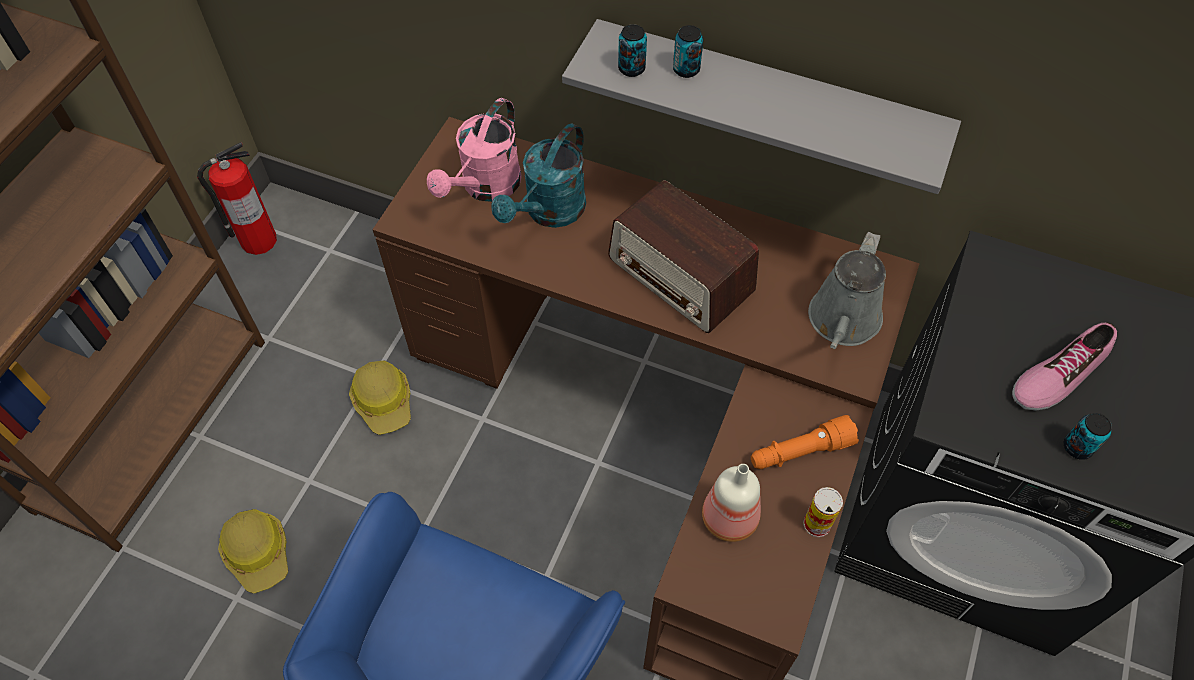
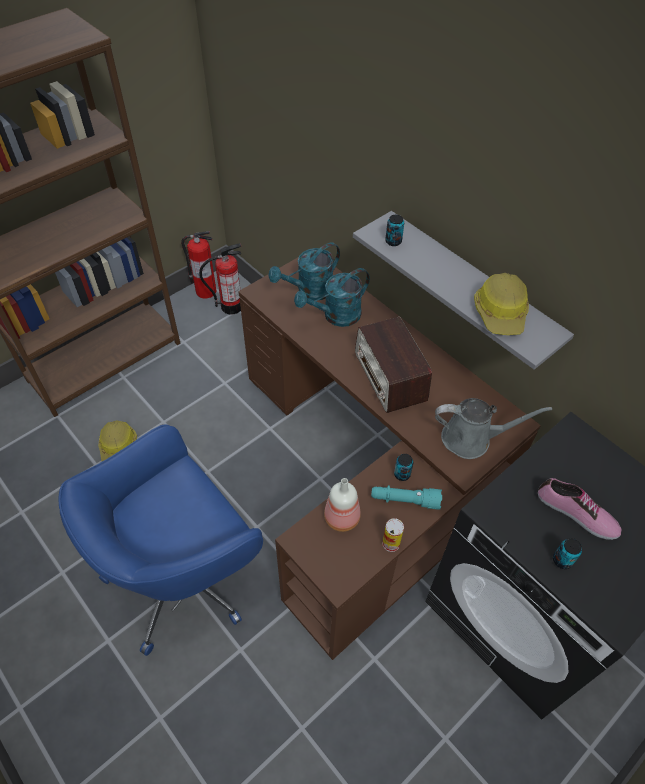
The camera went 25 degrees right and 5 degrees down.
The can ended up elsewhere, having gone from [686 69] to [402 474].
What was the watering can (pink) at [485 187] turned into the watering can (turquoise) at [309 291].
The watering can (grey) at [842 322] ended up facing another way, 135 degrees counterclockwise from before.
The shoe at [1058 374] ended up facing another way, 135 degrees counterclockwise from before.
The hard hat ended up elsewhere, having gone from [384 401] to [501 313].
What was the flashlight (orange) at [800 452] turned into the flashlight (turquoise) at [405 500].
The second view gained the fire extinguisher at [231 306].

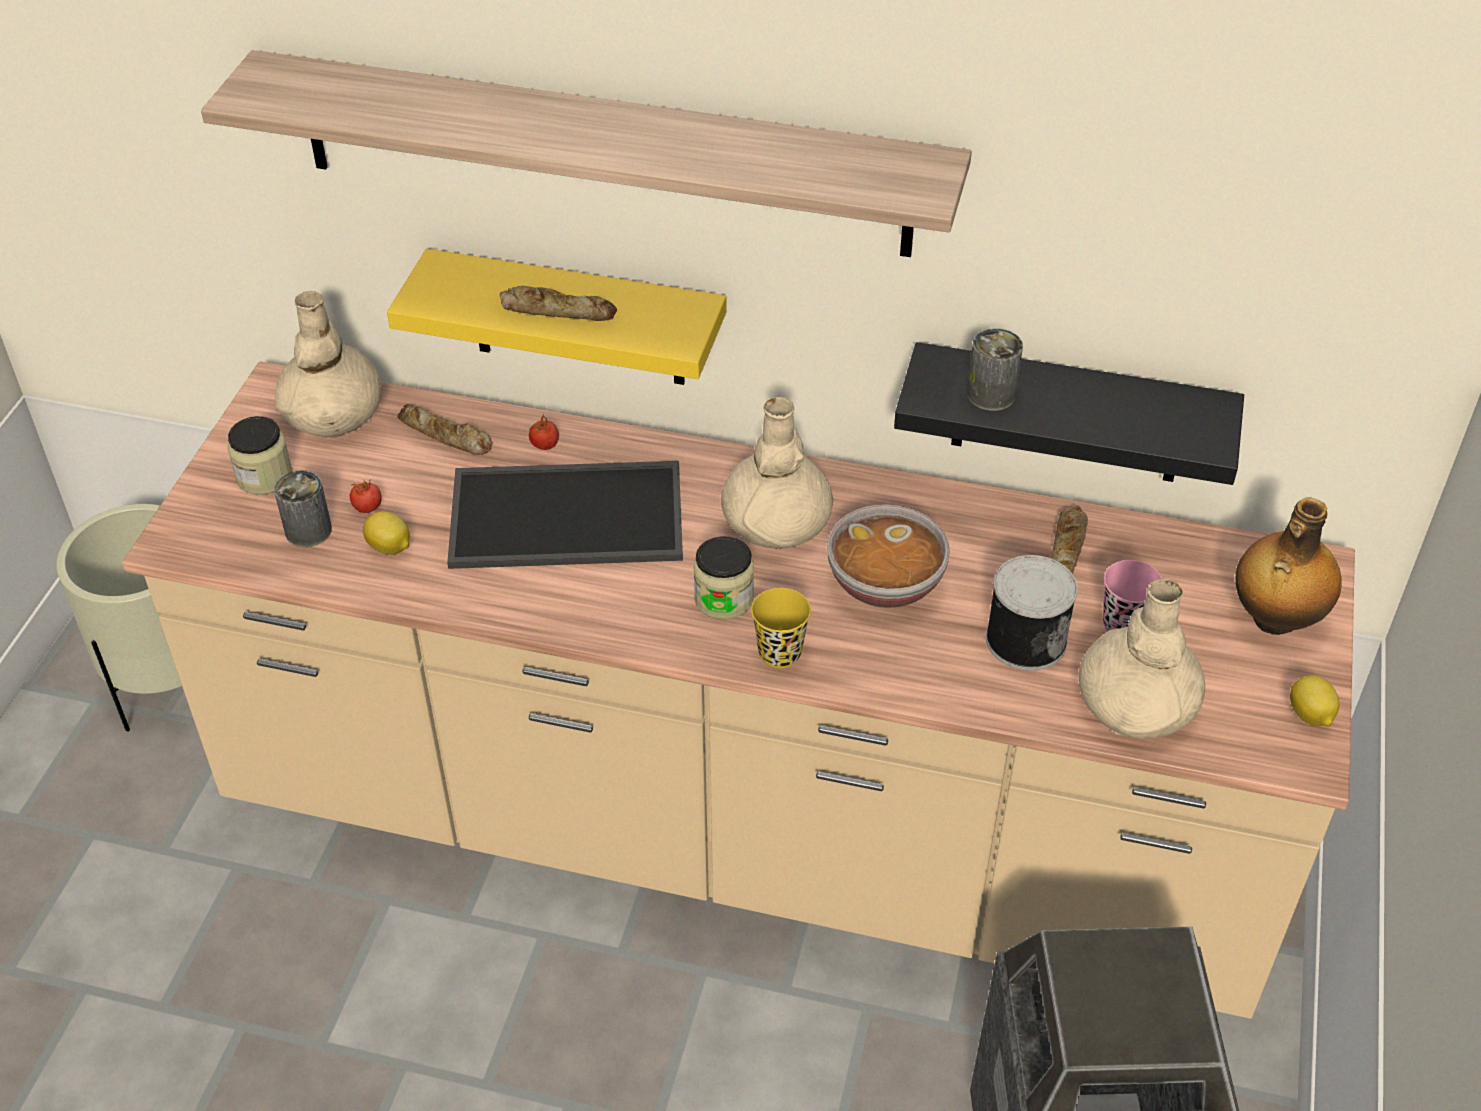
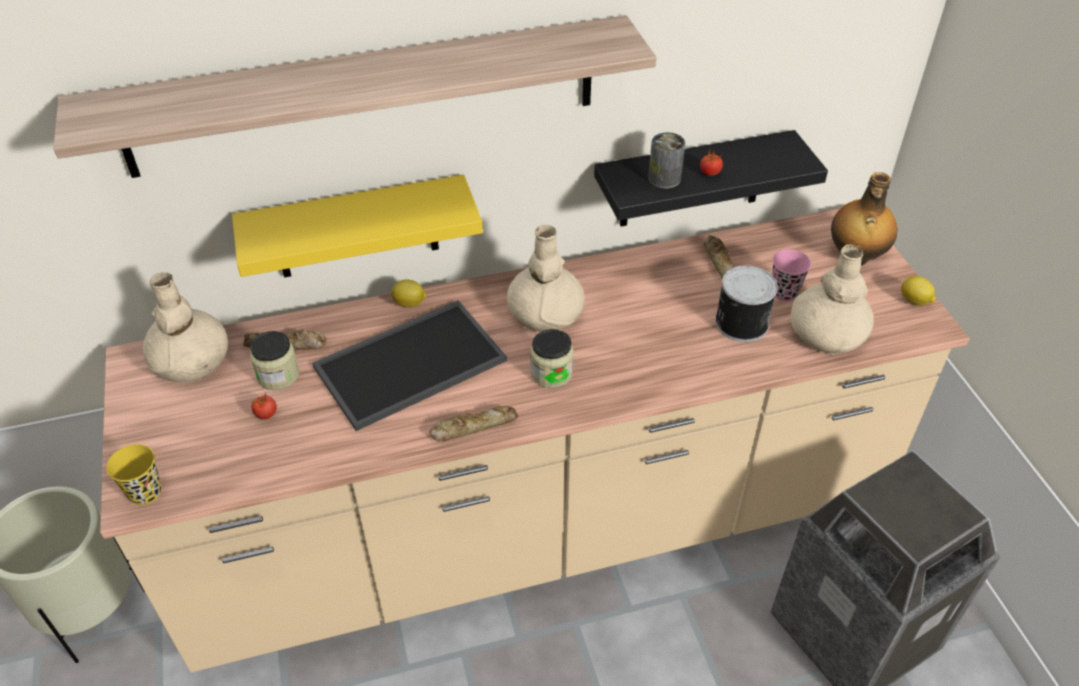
The camera went 30 degrees left and 0 degrees up.
The bread ended up elsewhere, having gone from [558 311] to [473 426].
The tomato ended up elsewhere, having gone from [544 445] to [709 173].
The jar ended up elsewhere, having gone from [265 476] to [278 375].
The second view lost the can at [308 530].
The second view lost the bowl at [885 584].
The lemon ended up elsewhere, having gone from [390 548] to [410 304].
The cup (yellow) ended up elsewhere, having gone from [780 653] to [145 492].

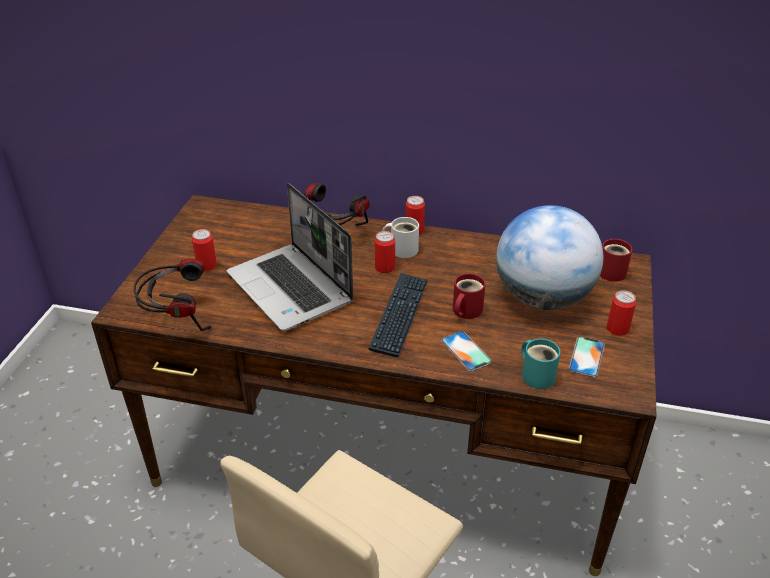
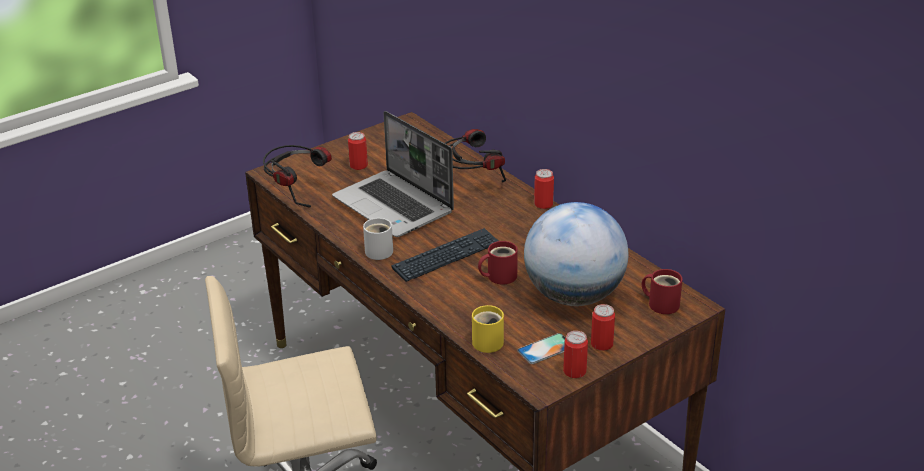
The camera went 40 degrees right and 5 degrees down.
The laptop at [292 289] ended up facing another way, 45 degrees counterclockwise from before.
The mug (white) ended up elsewhere, having gone from [402 249] to [378 250].
The can ended up elsewhere, having gone from [385 267] to [574 371].
The second view lost the phone at [466 351].
What was the mug (turquoise) at [537 374] turned into the mug (yellow) at [489 341].

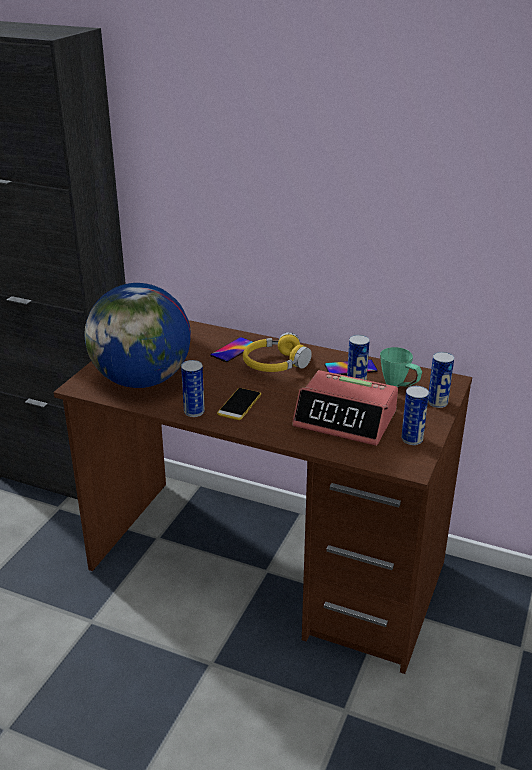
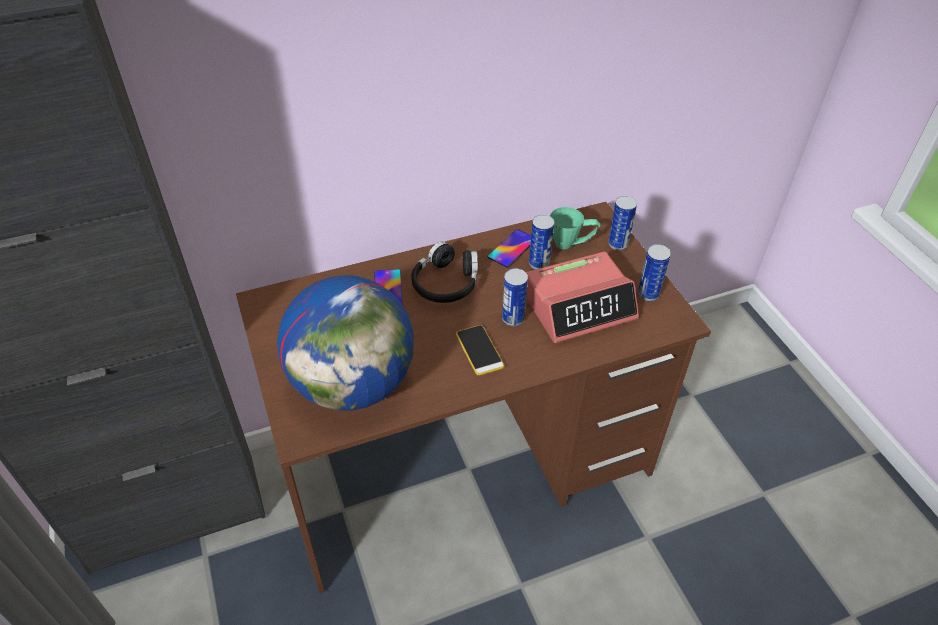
The camera went 45 degrees left and 15 degrees up.
What was the headphones (yellow) at [275 364] turned into the headphones (black) at [446 283].
The can ended up elsewhere, having gone from [194 412] to [513 318].

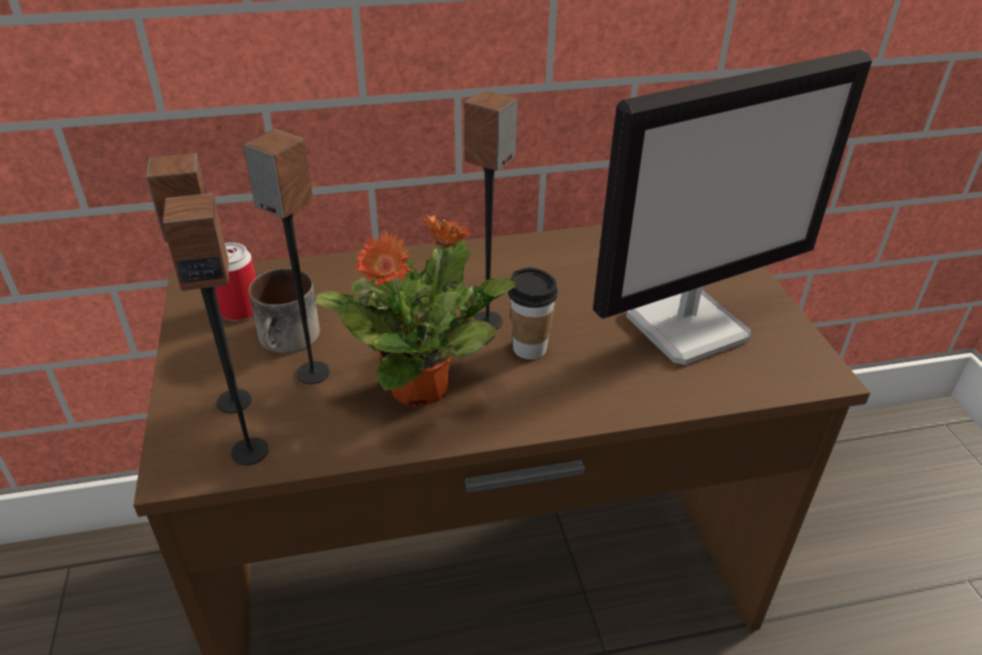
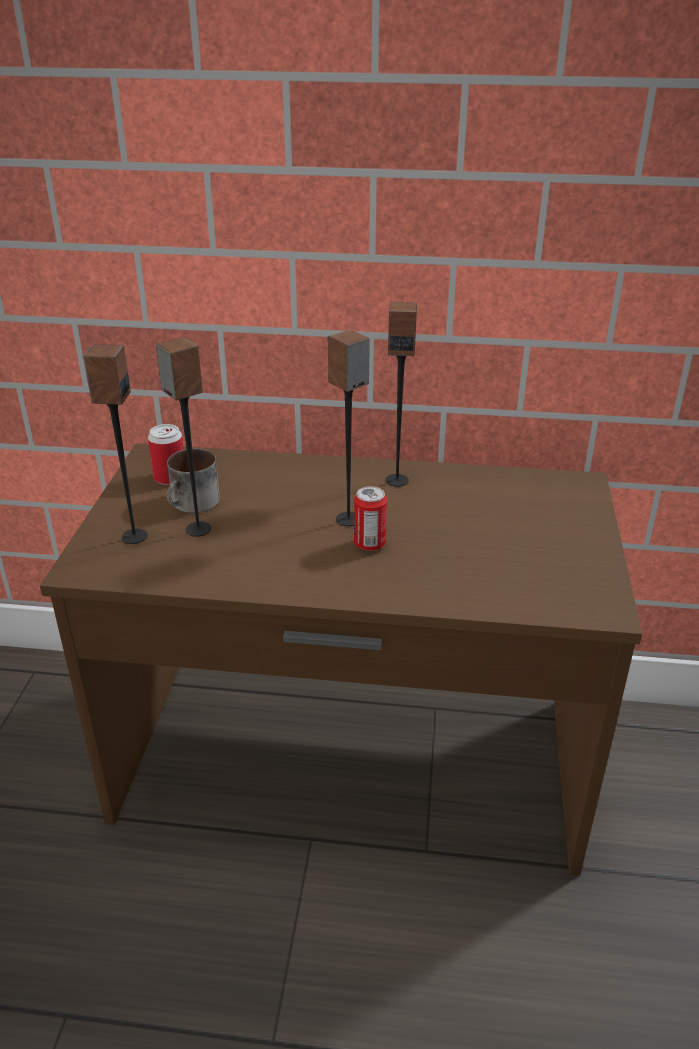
The camera went 20 degrees right and 5 degrees down.
The second view lost the monitor at [688 325].
The speaker ended up elsewhere, having gone from [250 451] to [397 480].
The second view lost the potted plant at [422 387].
Where the cup stood at [529 348], the can came to stand at [369 544].

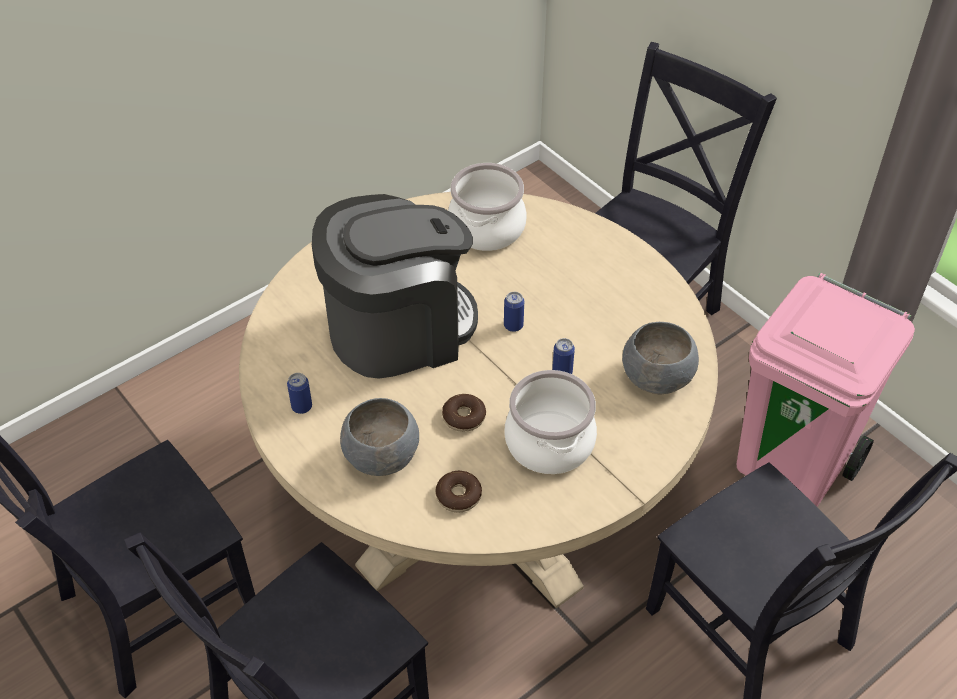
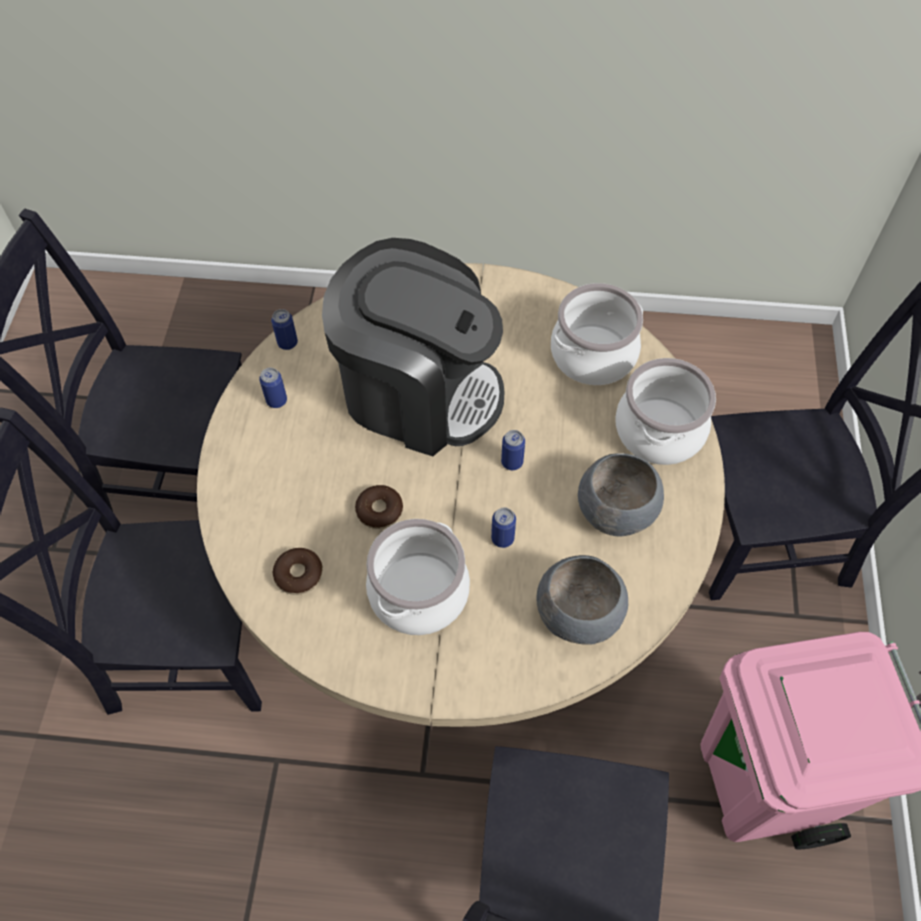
The camera went 45 degrees right and 10 degrees up.
The bowl (grey) ended up elsewhere, having gone from [382 455] to [618 510].
The second view gained the can at [287 343].
The second view gained the cooking pot at [660 431].

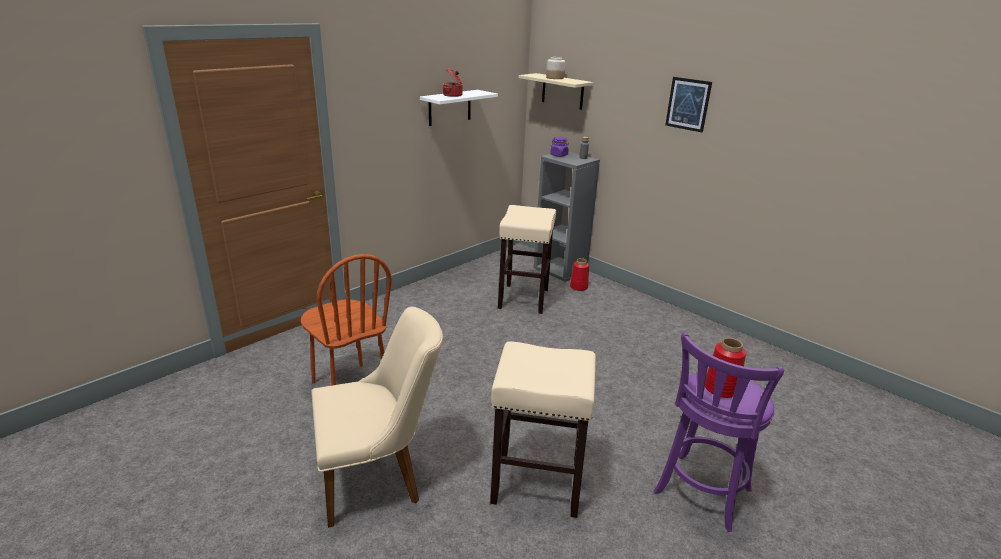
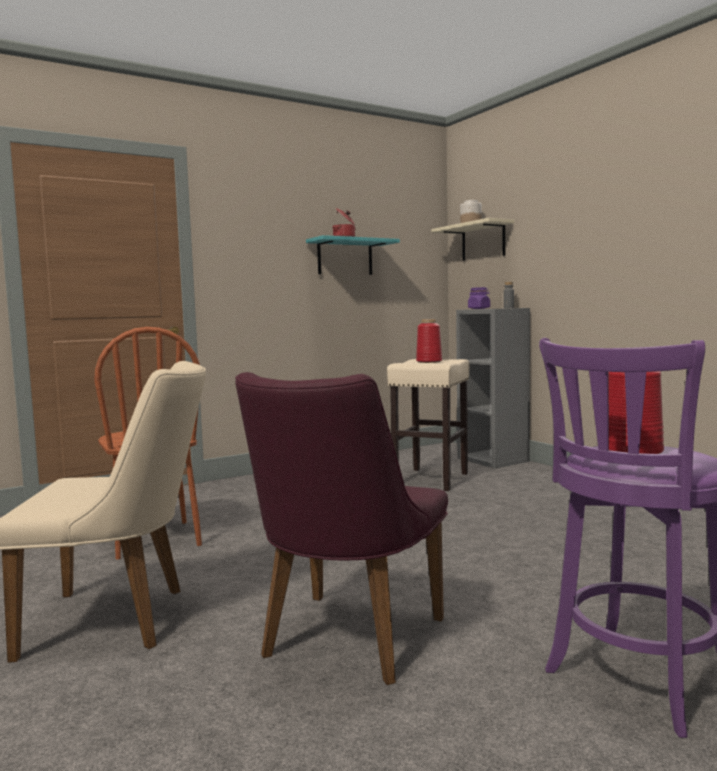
The camera went 15 degrees right and 20 degrees down.
The second view lost the picture at [688 104].
What was the shelf (white) at [449 107] turned into the shelf (turquoise) at [345 257].
The vase (red) ended up elsewhere, having gone from [578 287] to [428 362].
Where the stool (beige) stood at [535 484], the chair (purple) came to stand at [344 644].

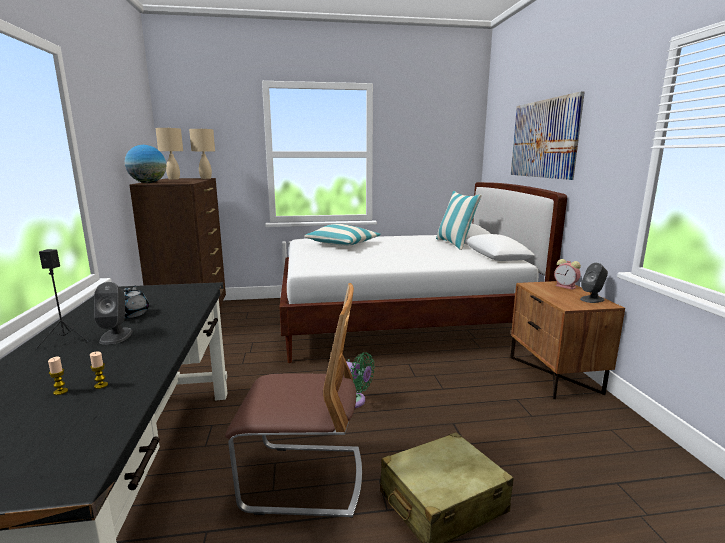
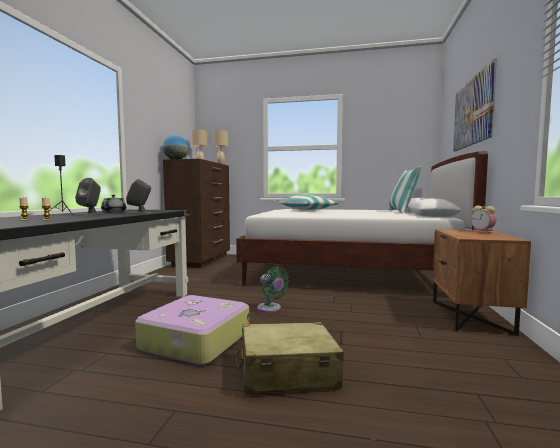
The camera went 20 degrees right and 10 degrees down.
The speaker (grey) ended up elsewhere, having gone from [592 299] to [139 213].
Where the chair stood at [304 479], the suitcase came to stand at [194 340].

